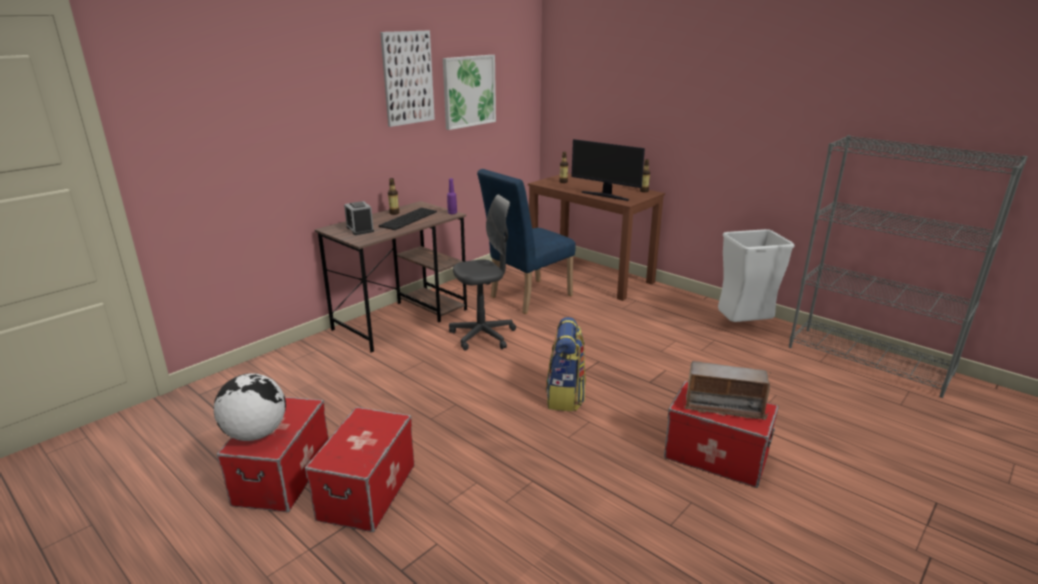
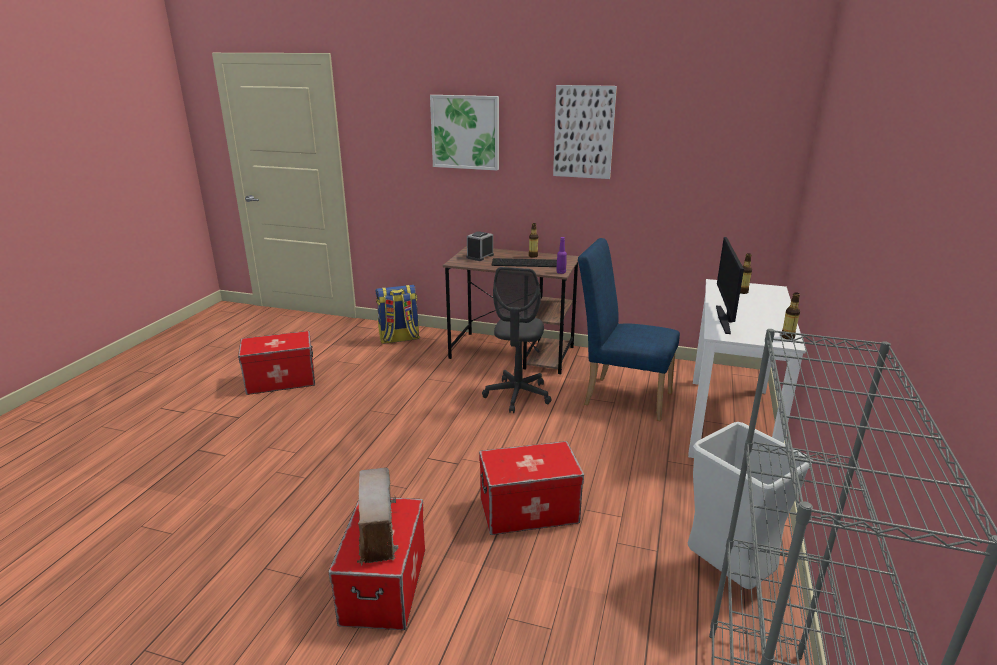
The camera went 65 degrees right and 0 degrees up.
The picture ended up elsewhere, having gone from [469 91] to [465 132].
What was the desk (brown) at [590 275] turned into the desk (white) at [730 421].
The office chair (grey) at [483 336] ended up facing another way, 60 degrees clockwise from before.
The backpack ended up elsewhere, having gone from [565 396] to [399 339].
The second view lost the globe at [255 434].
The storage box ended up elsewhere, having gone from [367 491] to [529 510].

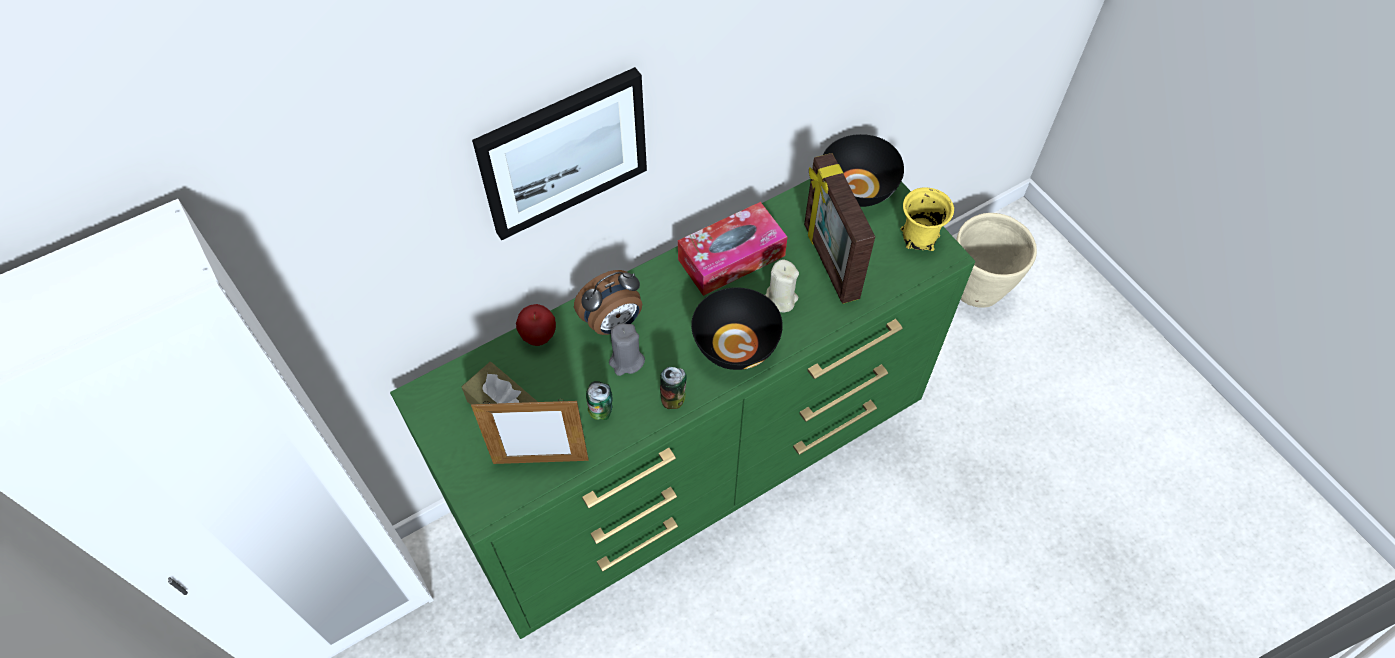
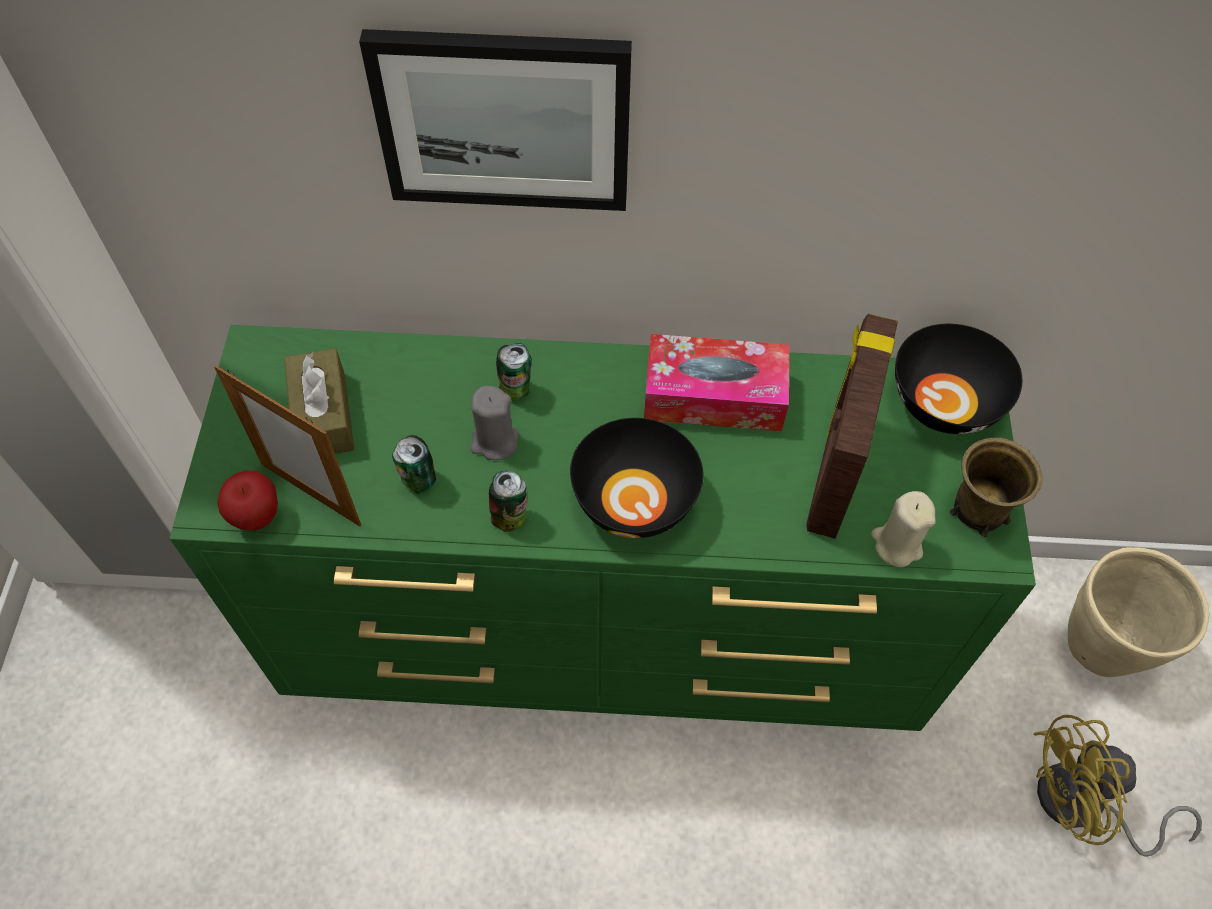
The camera went 35 degrees right and 0 degrees up.
What was the mug (yellow) at [918 237] turned into the mug (brown) at [978 508].
The candle (beige) ended up elsewhere, having gone from [780 299] to [896 544].
Where the alarm clock stood at [613 323], the can came to stand at [516 390].
The apple ended up elsewhere, having gone from [539 337] to [257 517].
The second view gained the fan (yellow) at [1082 807].

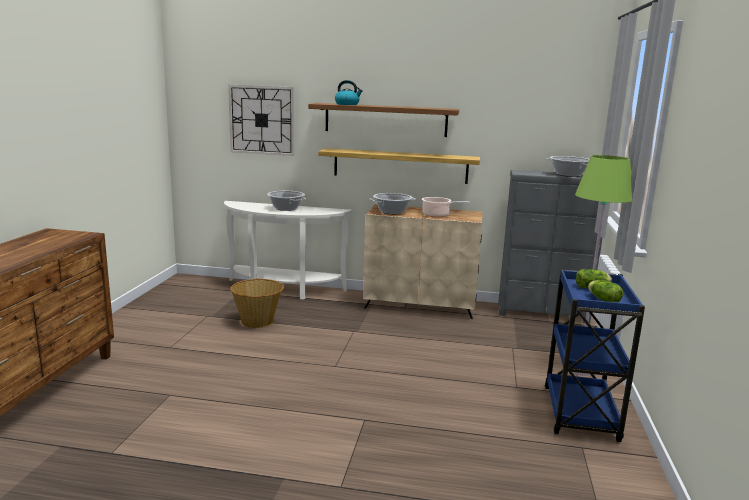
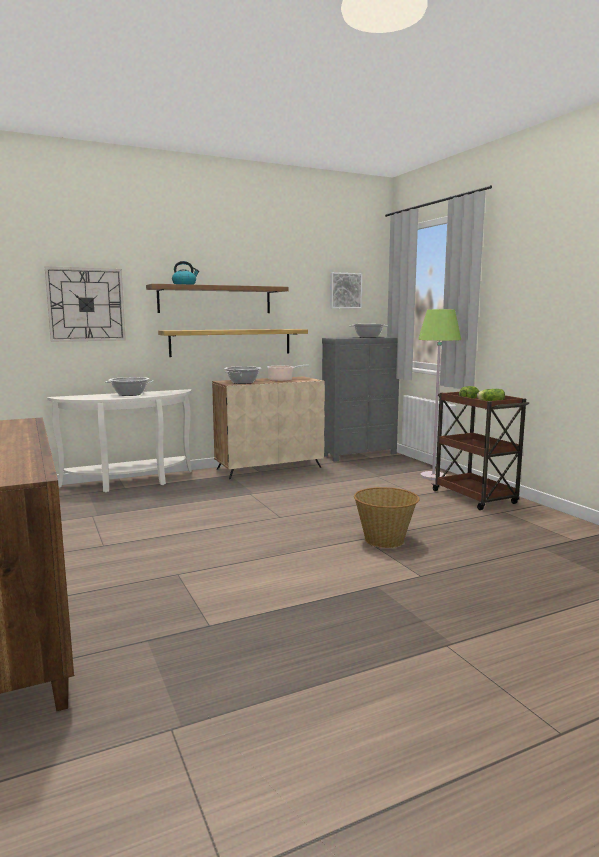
The camera went 35 degrees left and 5 degrees down.
What was the cart (blue) at [580 414] turned into the cart (brown) at [475 497].
The basket ended up elsewhere, having gone from [258 321] to [385 540].
The second view gained the picture at [345 290].

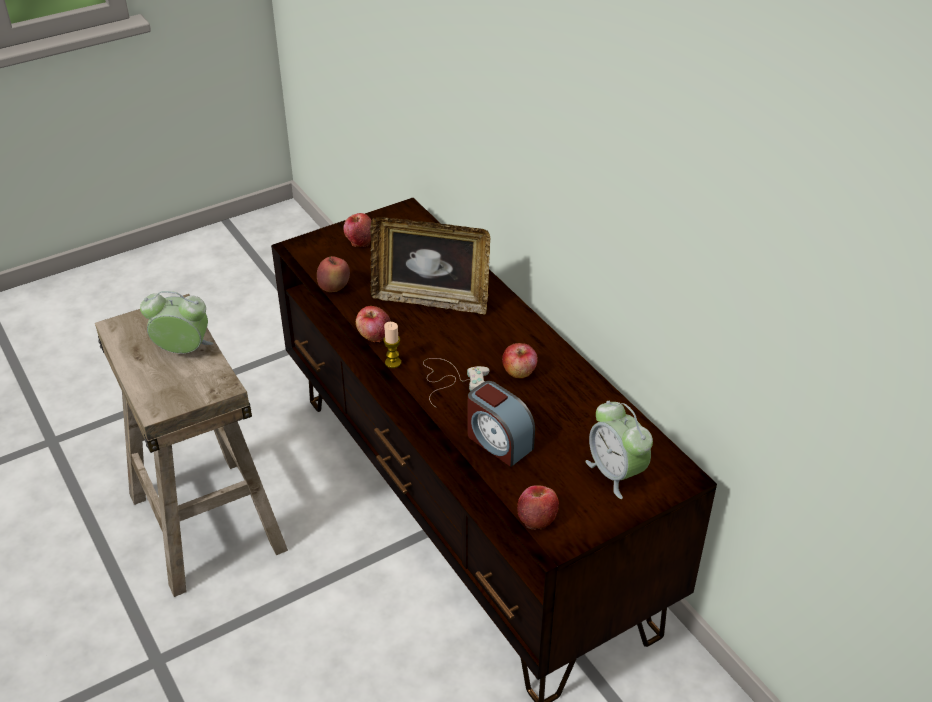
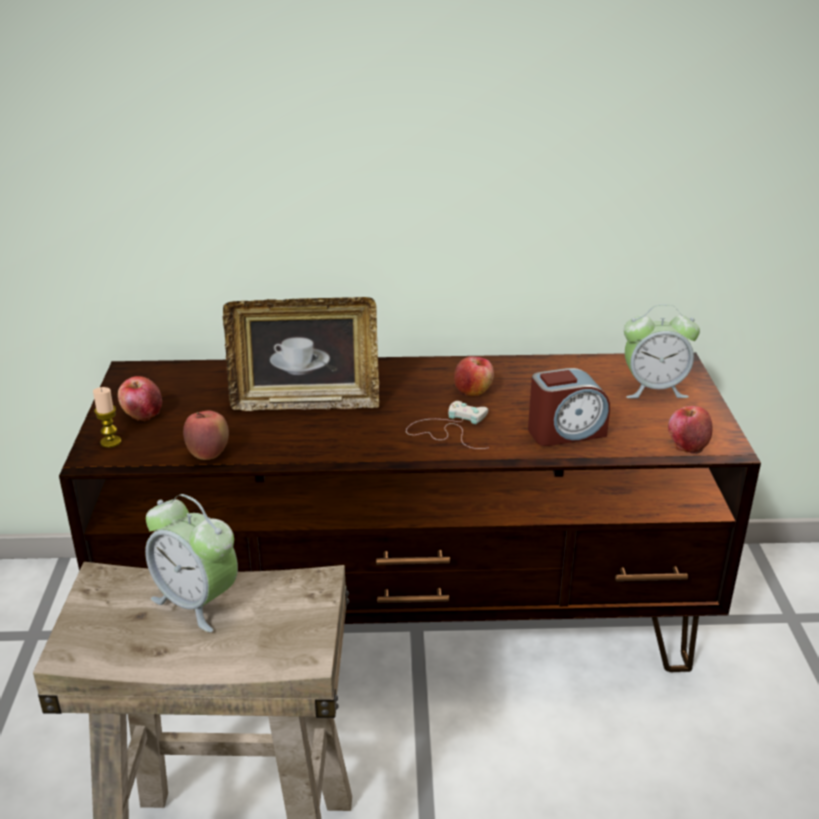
The camera went 60 degrees left and 10 degrees down.
The picture frame at [431 299] ended up facing another way, 45 degrees clockwise from before.
The alarm clock at [183 351] ended up facing another way, 90 degrees counterclockwise from before.
The second view lost the apple at [374 335].
The candle ended up elsewhere, having gone from [393 362] to [110 442].

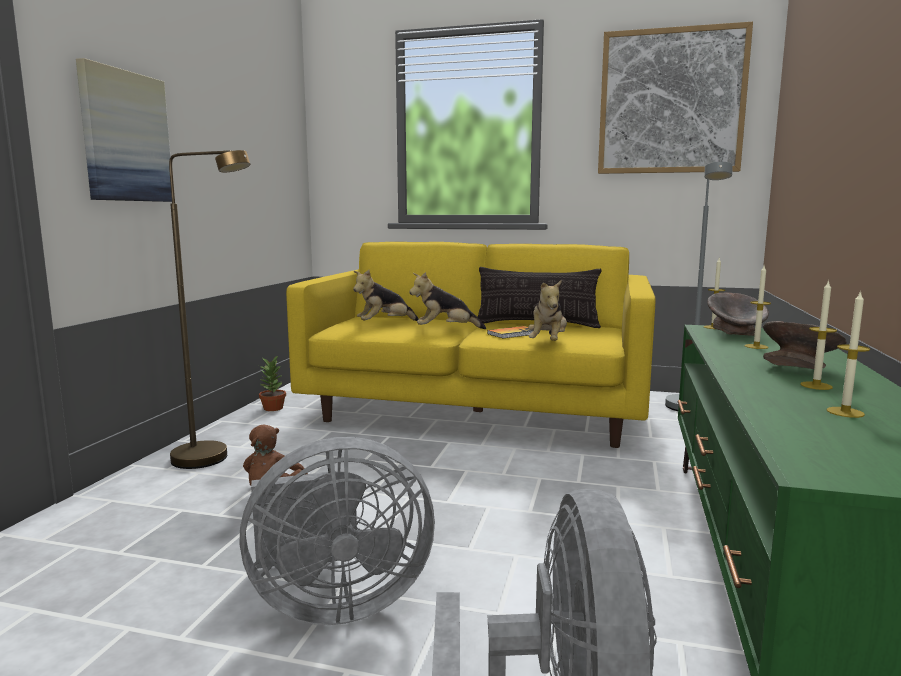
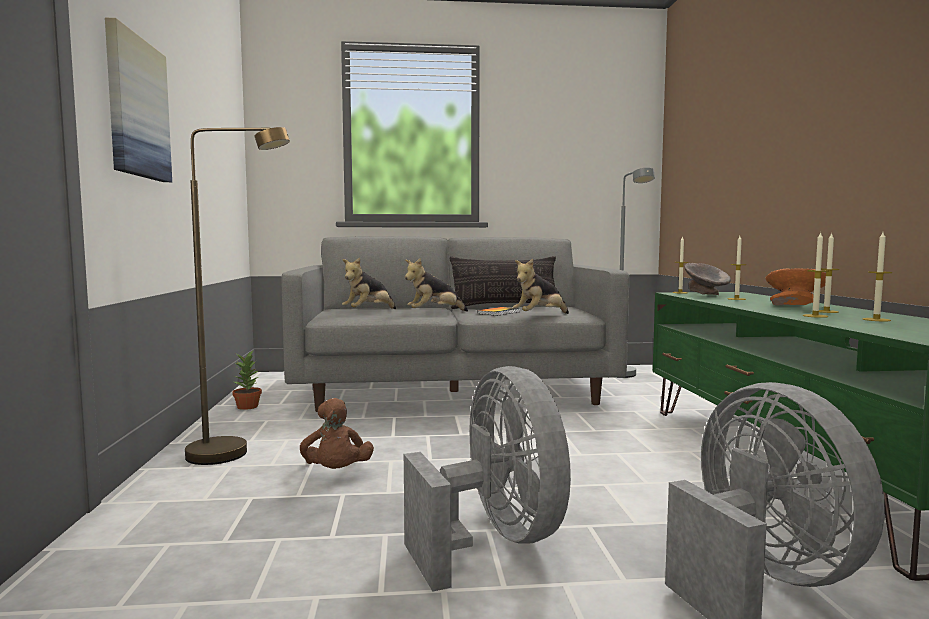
The camera went 20 degrees left and 5 degrees down.
The second view lost the picture at [671 102].
What was the sofa (yellow) at [478 411] turned into the sofa (grey) at [454 391].
The plush toy at [548 343] ended up facing another way, 60 degrees clockwise from before.
What was the bowl (grey) at [798 369] turned into the bowl (orange) at [794 306].
The fan (grey) at [334 603] ended up facing another way, 75 degrees counterclockwise from before.
The second view gained the candle at [815 316].

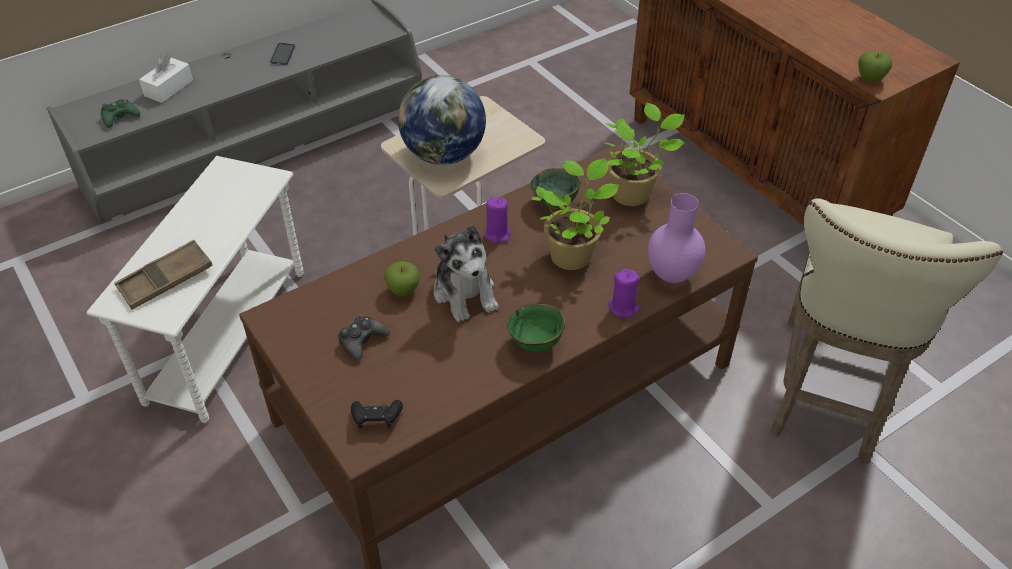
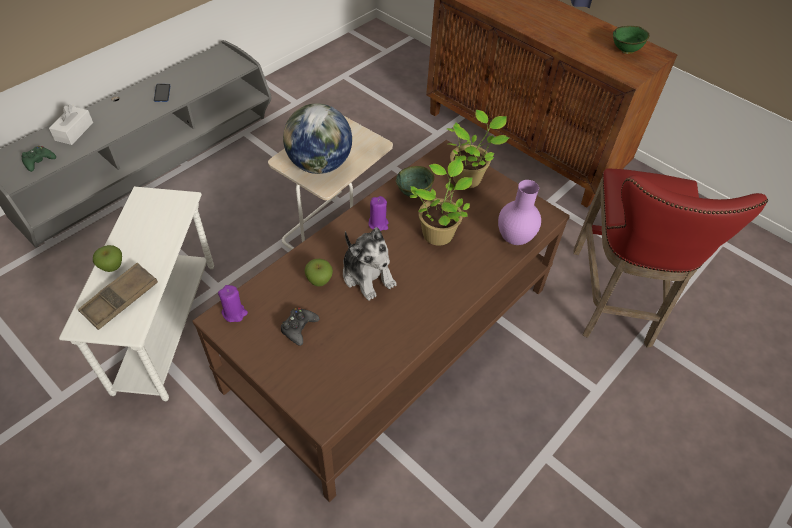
The camera went 15 degrees left and 5 degrees up.
The apple ended up elsewhere, having gone from [870 79] to [112 267].
What was the stool (beige) at [828 396] turned into the stool (red) at [613 302].
The candle (purple) ended up elsewhere, having gone from [623 307] to [234 313].
The bowl (green) ended up elsewhere, having gone from [536 345] to [625 51].
The second view lost the game controller (black) at [376 419].

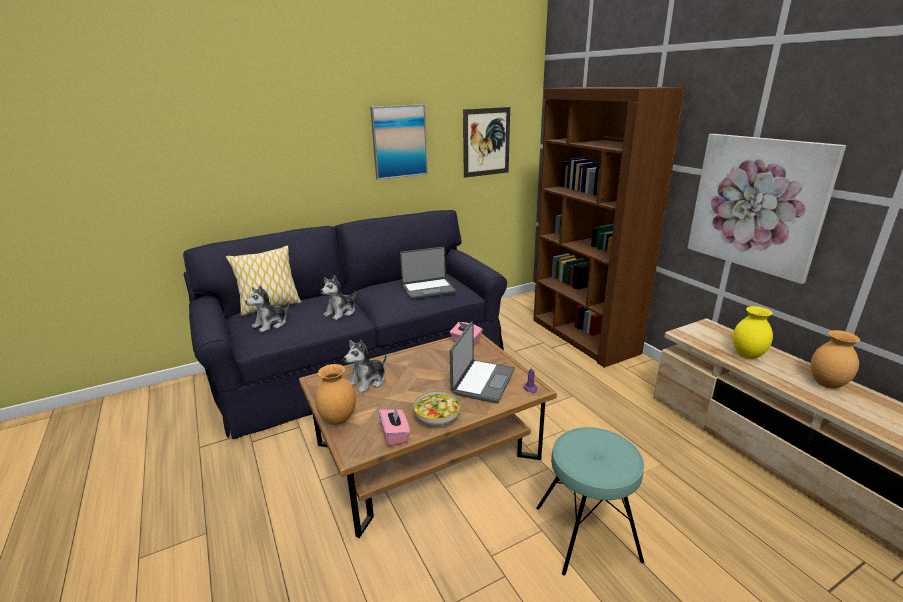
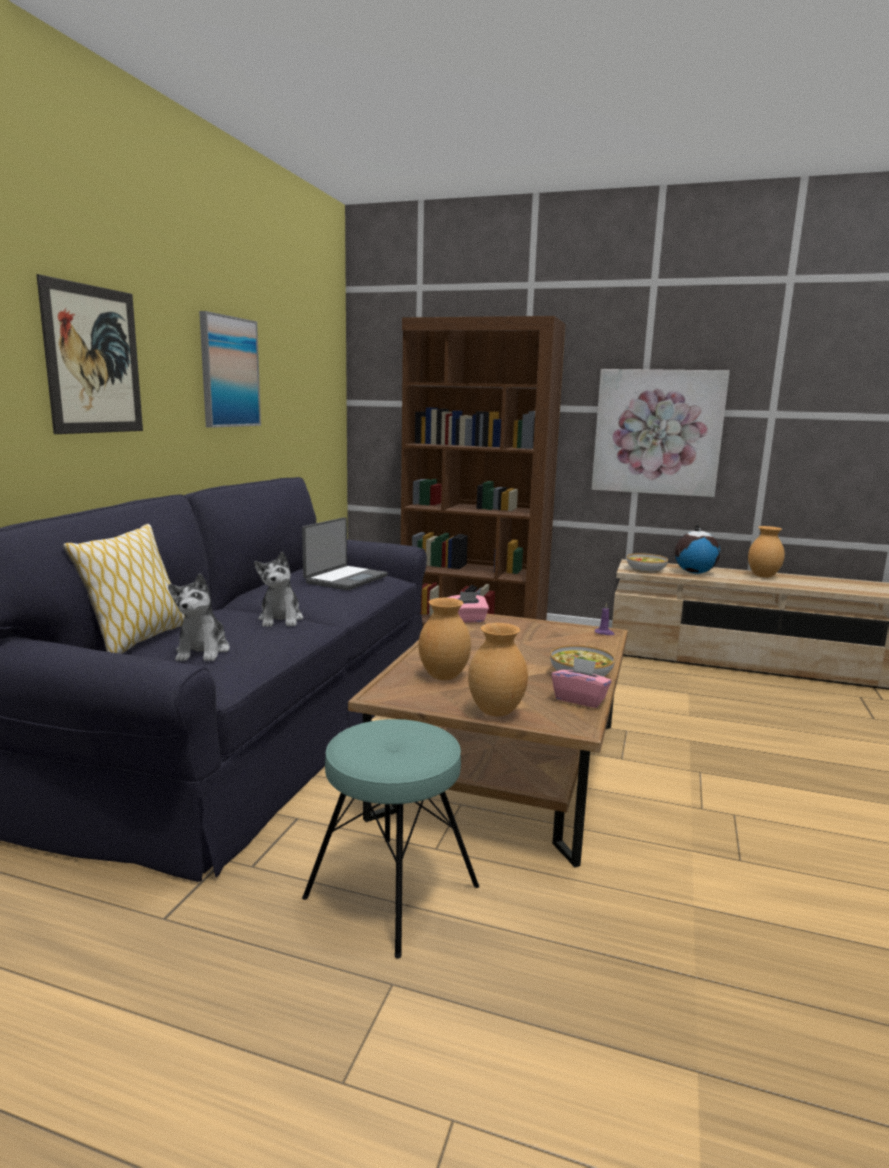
The camera went 45 degrees left and 10 degrees down.
The picture ended up elsewhere, having gone from [486 142] to [93 360].
Where the vase (yellow) stood at [747 355], the globe came to stand at [694 572].
The second view lost the laptop at [482 381].
Where the plush toy stood at [368 381], the vase (brown) came to stand at [444 676].
The stool (turquoise) ended up elsewhere, having gone from [586 533] to [392 892].
The second view gained the bowl at [645 570].

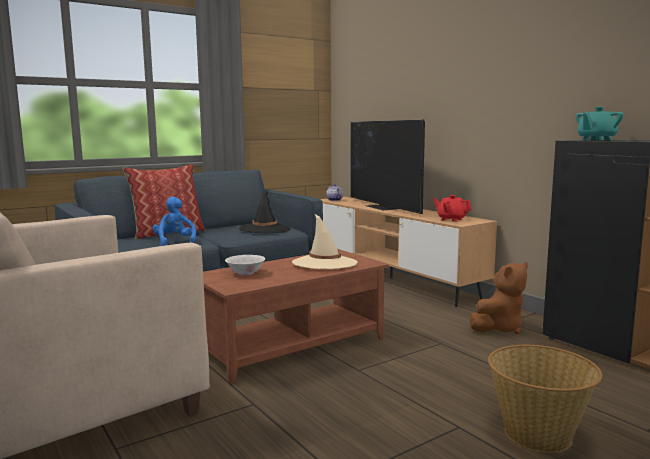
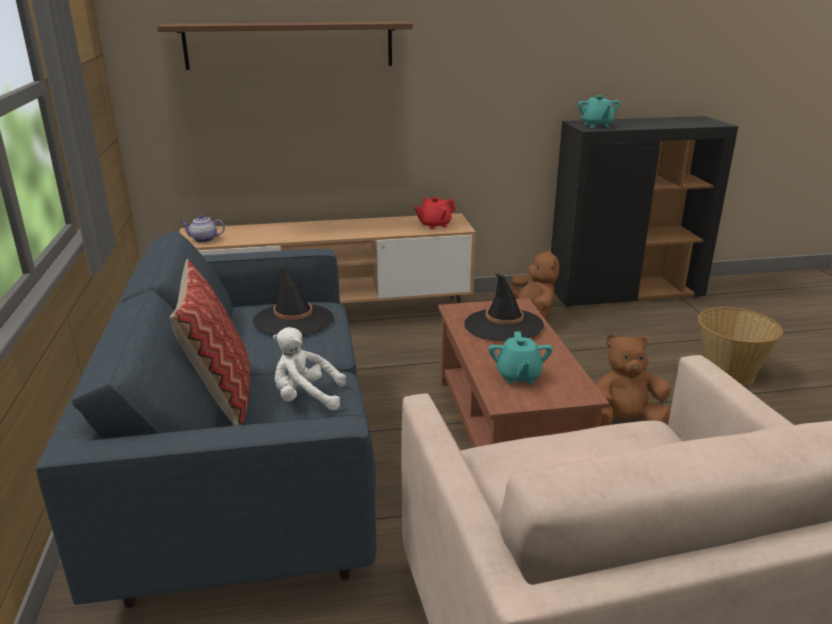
The camera went 65 degrees left and 15 degrees up.
The second view lost the television at [382 207].
What was the plush toy (blue) at [175 242] turned into the plush toy (white) at [306 398].
What was the hat (beige) at [324 263] turned into the hat (black) at [503 325].
Where the bowl (white) stood at [245 273], the teapot (turquoise) came to stand at [518 376].
The second view gained the shelf (brown) at [289 45].
The second view gained the plush toy (brown) at [623 422].

